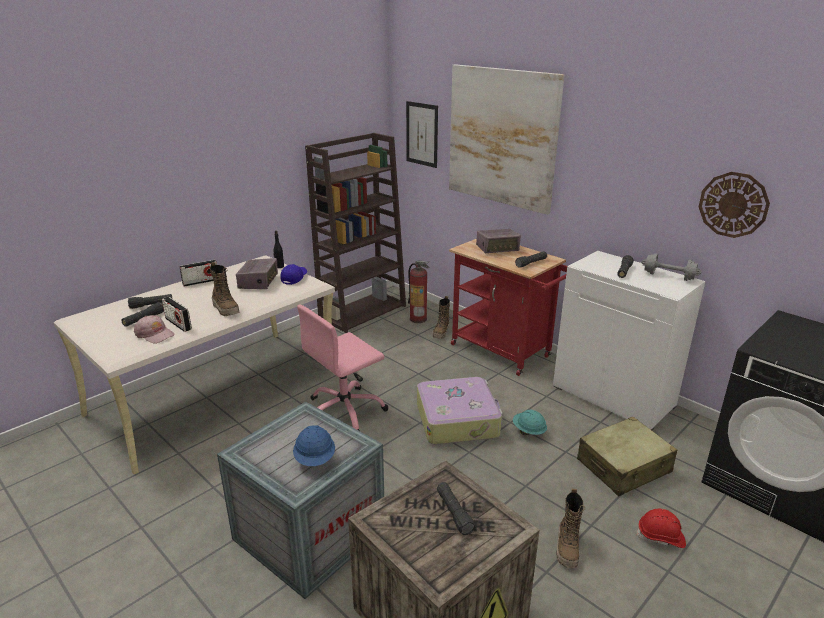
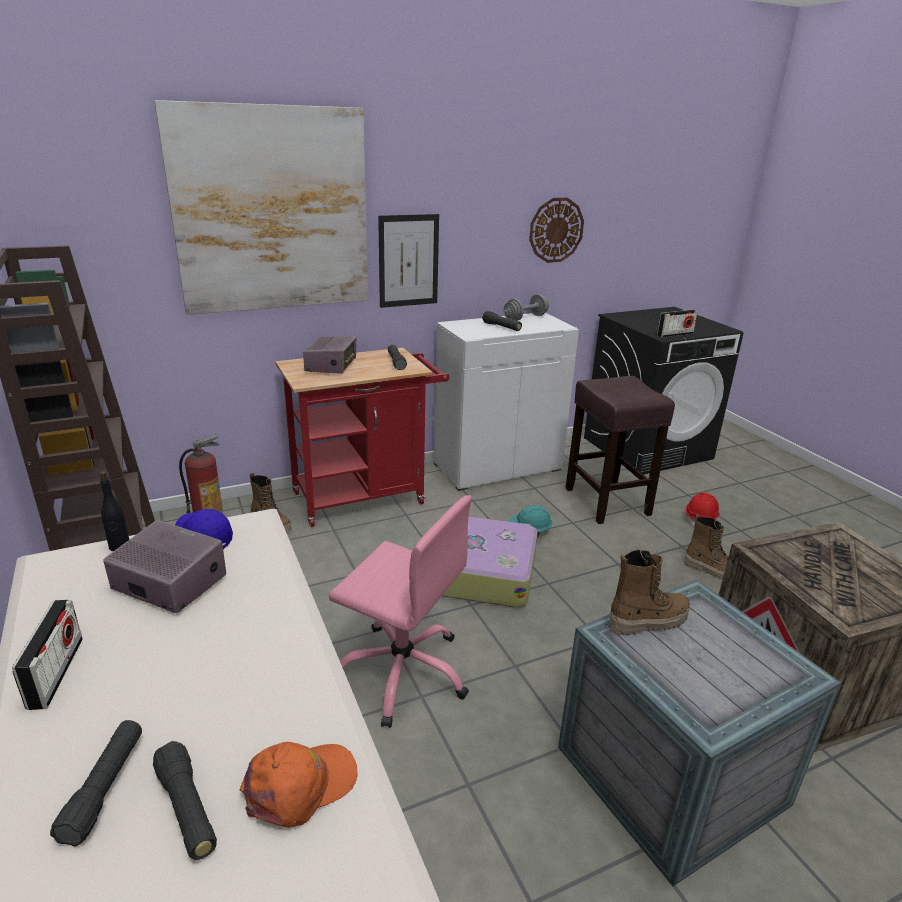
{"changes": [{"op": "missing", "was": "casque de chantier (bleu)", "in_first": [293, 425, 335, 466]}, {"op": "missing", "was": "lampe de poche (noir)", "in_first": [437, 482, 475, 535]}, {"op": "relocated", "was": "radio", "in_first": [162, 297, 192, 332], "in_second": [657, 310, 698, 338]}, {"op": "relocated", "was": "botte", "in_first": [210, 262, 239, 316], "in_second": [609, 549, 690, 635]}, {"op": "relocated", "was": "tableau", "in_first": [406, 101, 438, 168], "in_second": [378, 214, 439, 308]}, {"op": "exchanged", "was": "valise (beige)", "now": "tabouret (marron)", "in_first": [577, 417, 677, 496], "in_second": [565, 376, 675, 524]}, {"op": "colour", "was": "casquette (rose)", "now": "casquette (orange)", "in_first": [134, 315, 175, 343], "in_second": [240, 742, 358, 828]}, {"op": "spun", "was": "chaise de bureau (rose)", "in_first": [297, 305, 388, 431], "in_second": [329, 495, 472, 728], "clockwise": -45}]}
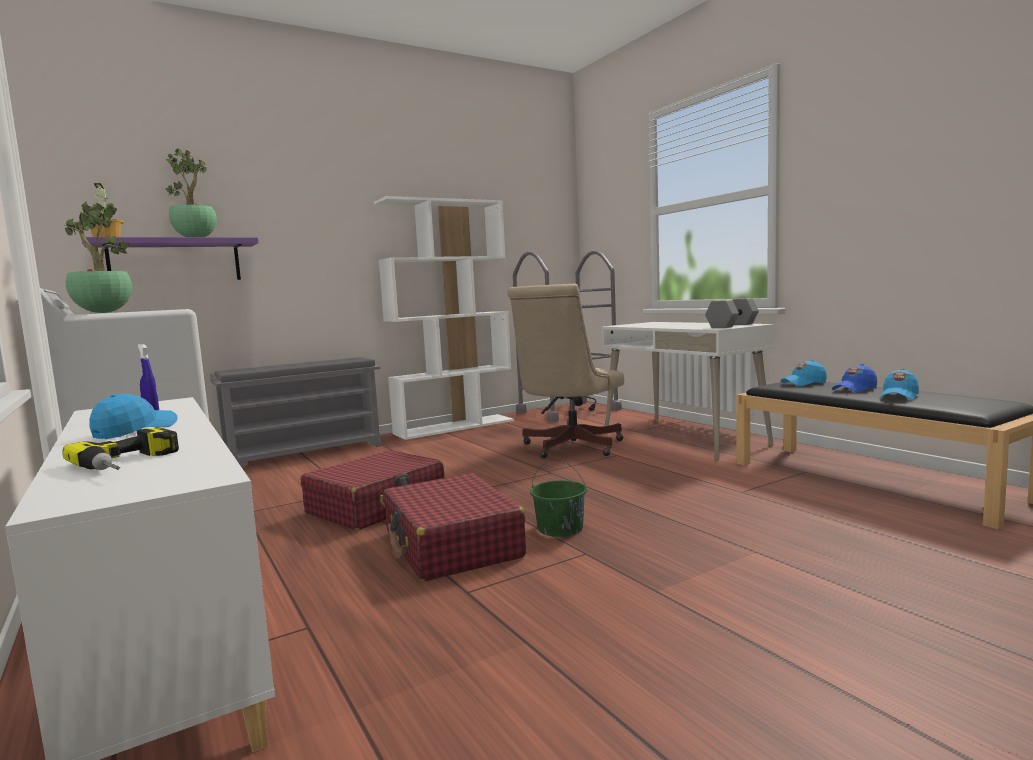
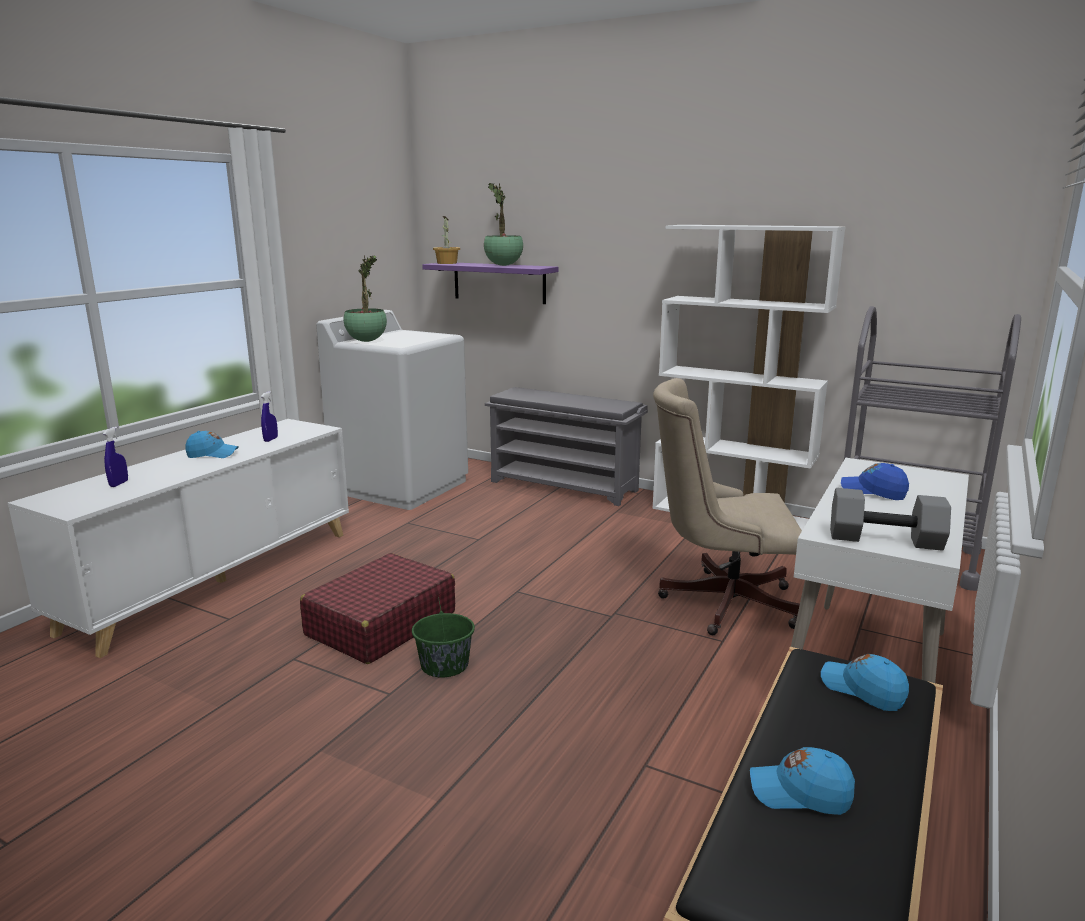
{"changes": [{"op": "missing", "was": "valise (rouge)", "in_first": [301, 450, 445, 530]}, {"op": "relocated", "was": "casquette (bleu)", "in_first": [832, 364, 877, 393], "in_second": [841, 463, 909, 500]}, {"op": "exchanged", "was": "perceuse", "now": "vaporisateur (bleu)", "in_first": [62, 427, 179, 470], "in_second": [103, 427, 128, 487]}]}
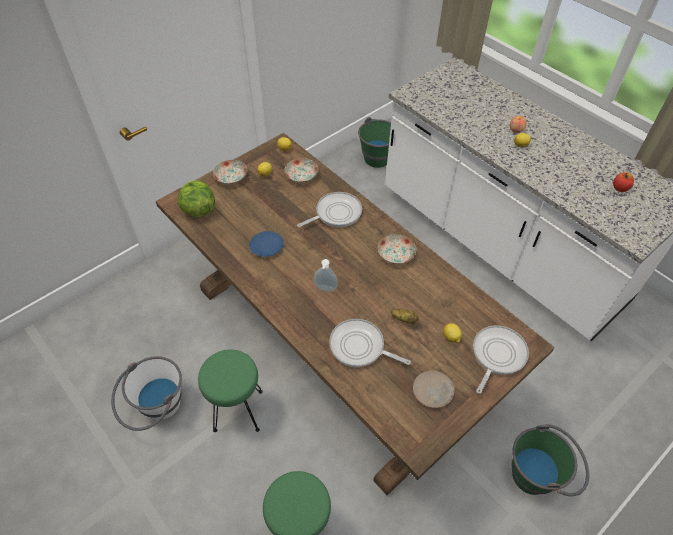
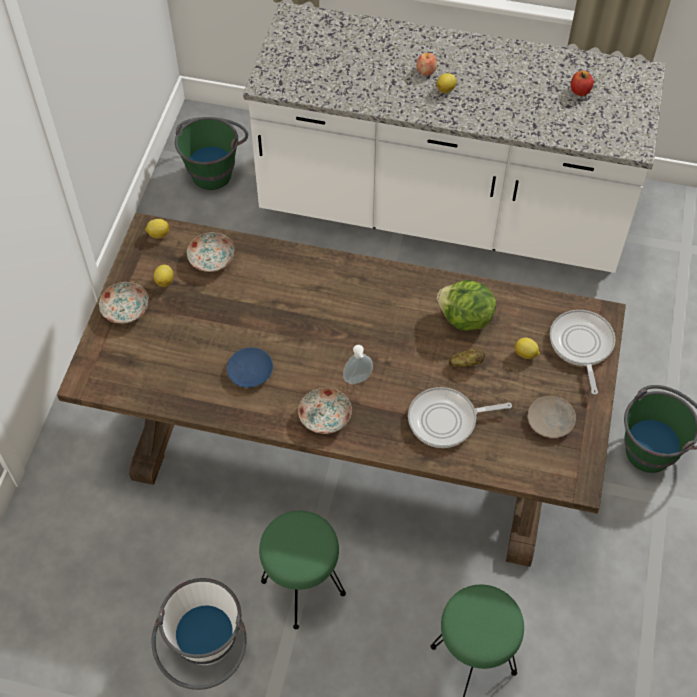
{"changes": [{"op": "missing", "was": "poêle", "in_first": [297, 192, 362, 228]}, {"op": "relocated", "was": "laitue", "in_first": [178, 180, 215, 217], "in_second": [437, 280, 496, 331]}, {"op": "relocated", "was": "assiette", "in_first": [378, 235, 416, 264], "in_second": [298, 388, 352, 434]}]}
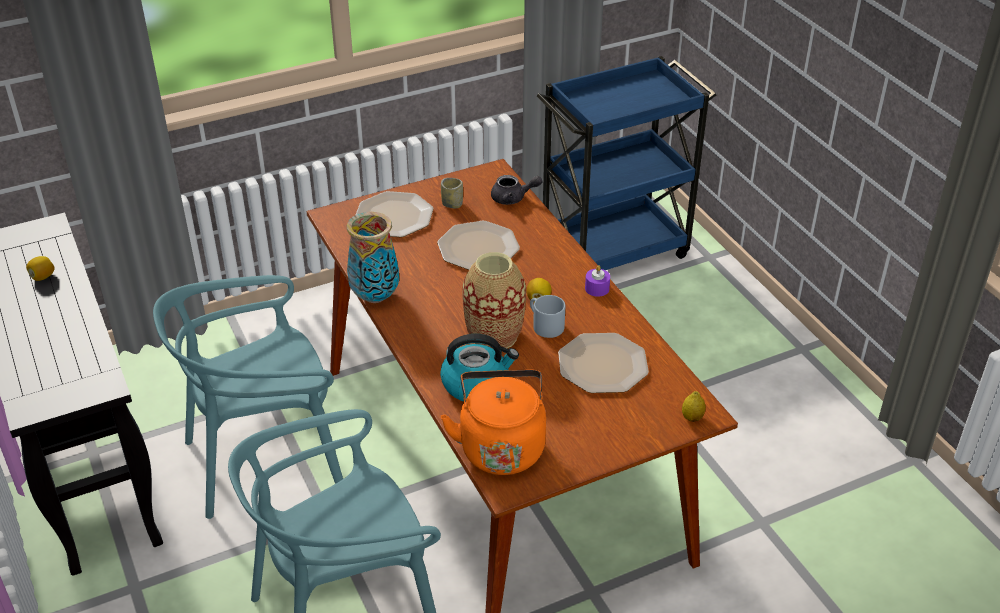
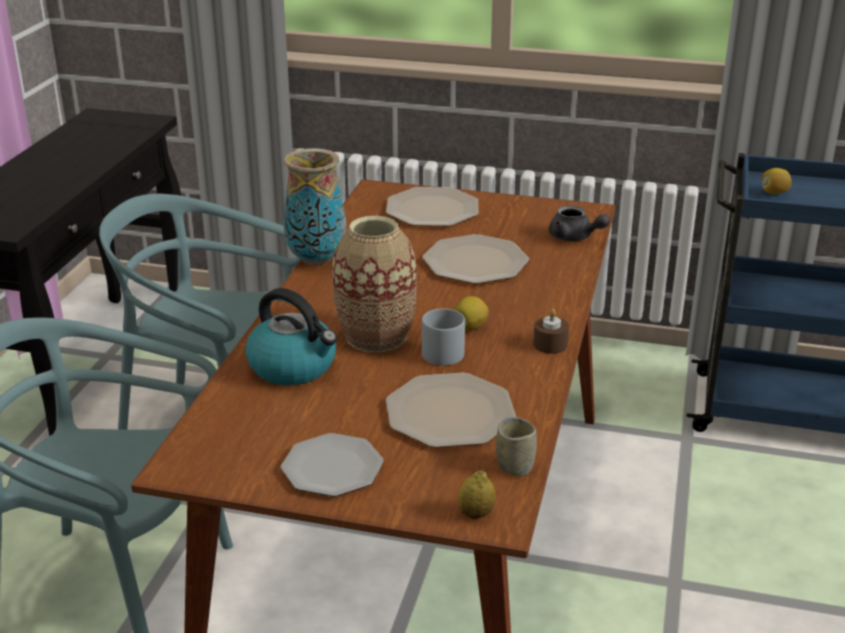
{"changes": [{"op": "missing", "was": "bouilloire (orange)", "in_first": [441, 370, 546, 475]}, {"op": "appeared", "now": "assiette", "in_second": [281, 433, 384, 497]}, {"op": "relocated", "was": "citron", "in_first": [26, 256, 55, 281], "in_second": [762, 168, 792, 194]}, {"op": "relocated", "was": "tasse", "in_first": [441, 178, 463, 208], "in_second": [496, 417, 537, 476]}, {"op": "colour", "was": "bougie (violet)", "now": "bougie (marron)", "in_first": [585, 265, 610, 297], "in_second": [533, 309, 569, 354]}]}
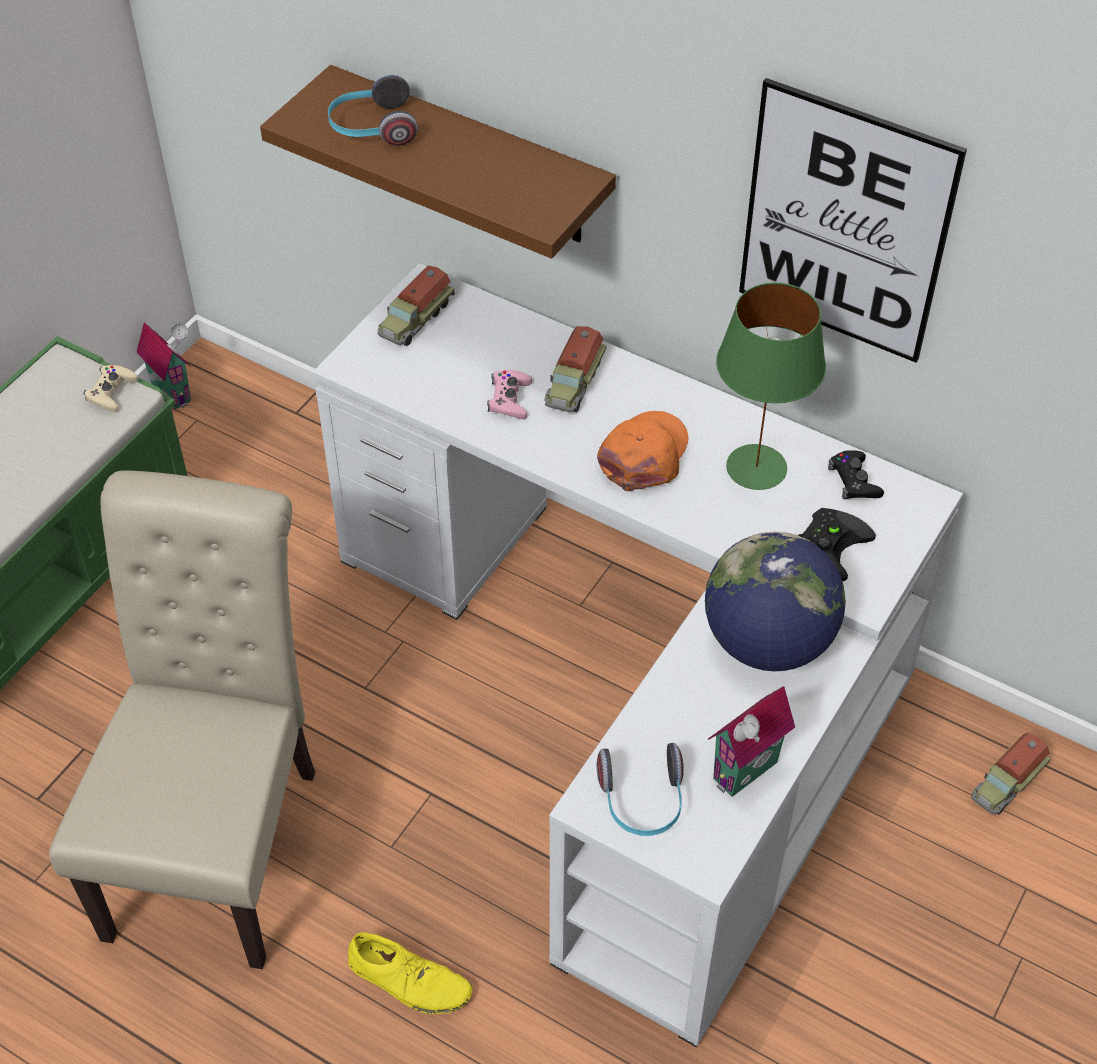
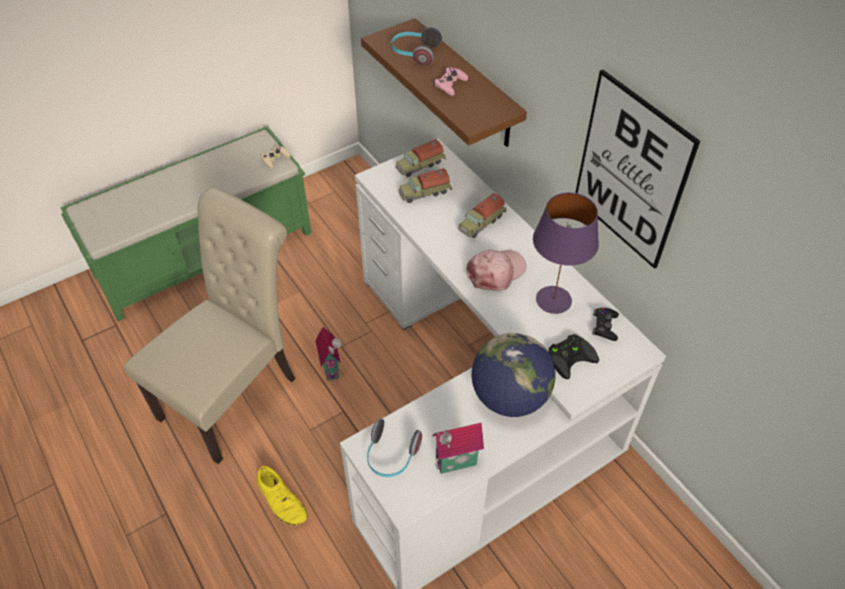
{"changes": [{"op": "relocated", "was": "maison miniature", "in_first": [136, 322, 191, 409], "in_second": [315, 327, 342, 381]}, {"op": "relocated", "was": "manette (rose)", "in_first": [487, 370, 532, 419], "in_second": [434, 67, 468, 96]}, {"op": "relocated", "was": "camion jouet", "in_first": [971, 732, 1051, 815], "in_second": [398, 168, 452, 203]}, {"op": "colour", "was": "casquette (orange)", "now": "casquette (rose)", "in_first": [597, 411, 688, 492], "in_second": [467, 249, 527, 291]}, {"op": "colour", "was": "lampe de table (vert)", "now": "lampe de table (violet)", "in_first": [716, 282, 826, 490], "in_second": [533, 193, 599, 314]}]}
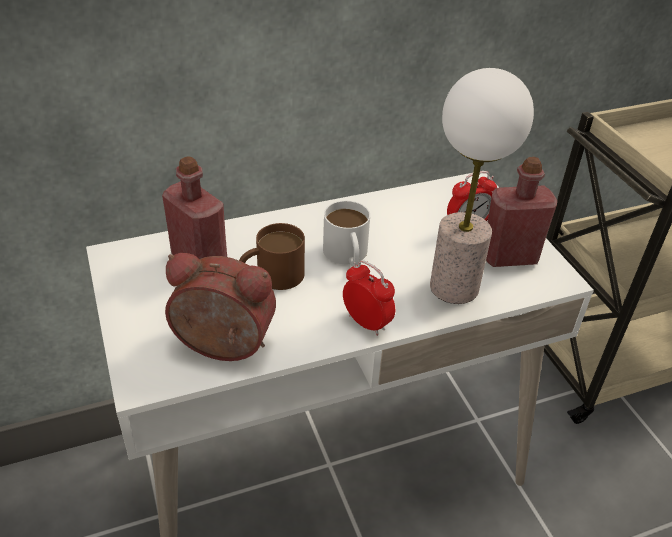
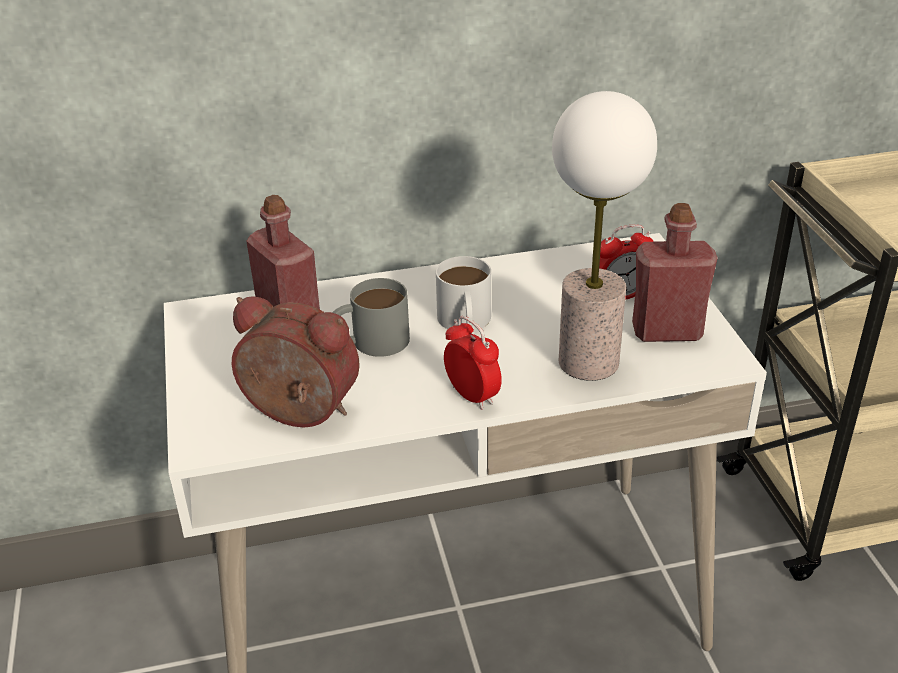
{"changes": [{"op": "colour", "was": "mug (marron)", "now": "mug (gris)", "in_first": [239, 223, 305, 290], "in_second": [332, 278, 410, 357]}]}
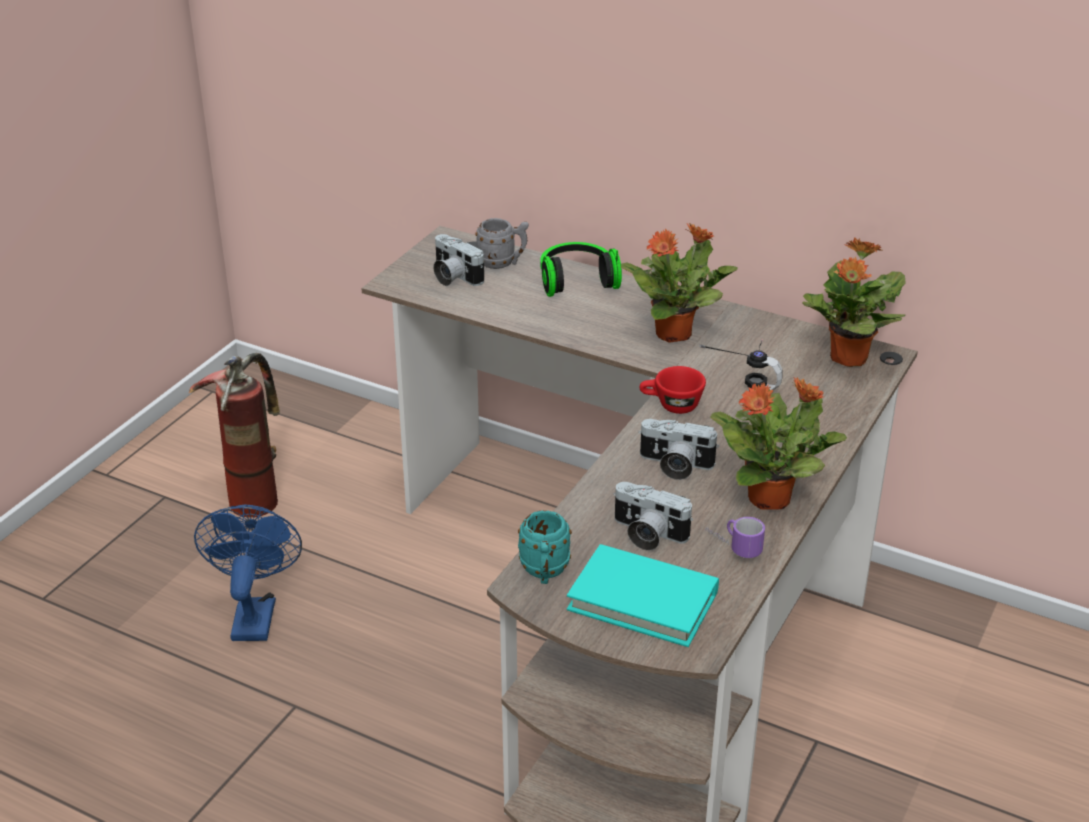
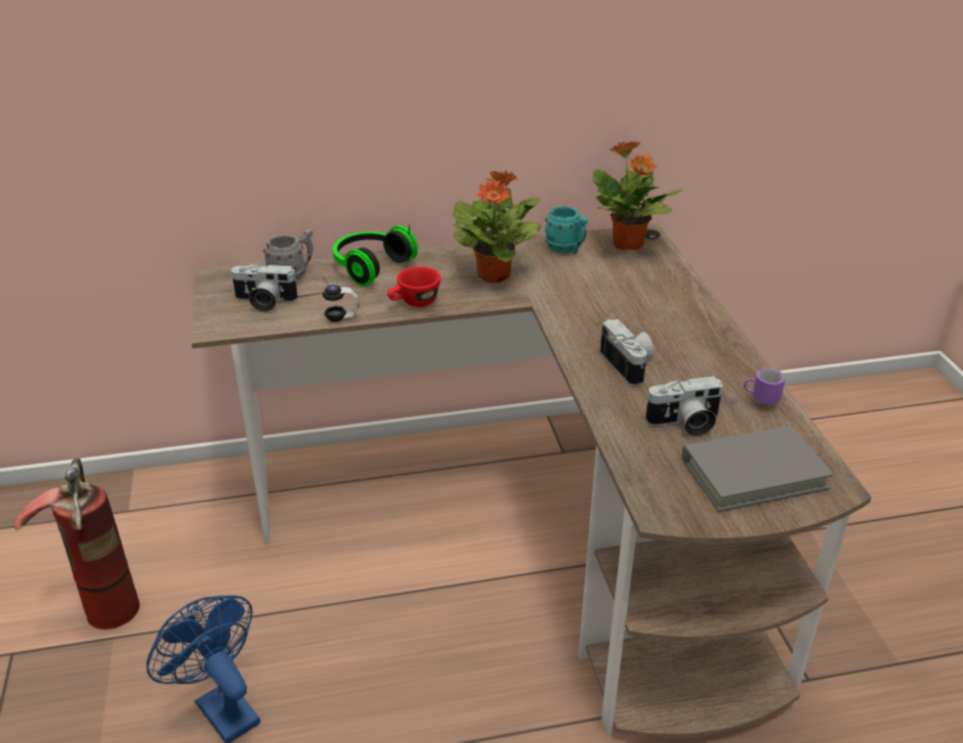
{"changes": [{"op": "missing", "was": "plante en pot", "in_first": [710, 378, 847, 510]}, {"op": "relocated", "was": "mug (turquoise)", "in_first": [518, 510, 572, 584], "in_second": [545, 206, 588, 255]}, {"op": "relocated", "was": "tasse (rouge)", "in_first": [639, 366, 706, 414], "in_second": [387, 266, 441, 307]}, {"op": "relocated", "was": "casque audio", "in_first": [699, 340, 783, 390], "in_second": [278, 277, 360, 322]}, {"op": "colour", "was": "livre (turquoise)", "now": "livre (gris)", "in_first": [567, 544, 719, 647], "in_second": [682, 426, 834, 512]}, {"op": "spun", "was": "appareil photo", "in_first": [638, 419, 719, 480], "in_second": [600, 319, 654, 386], "clockwise": -90}]}
